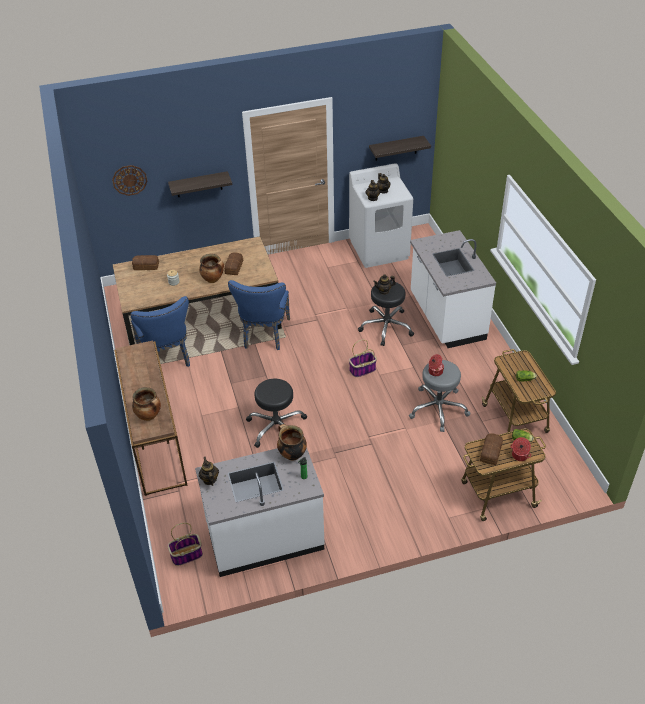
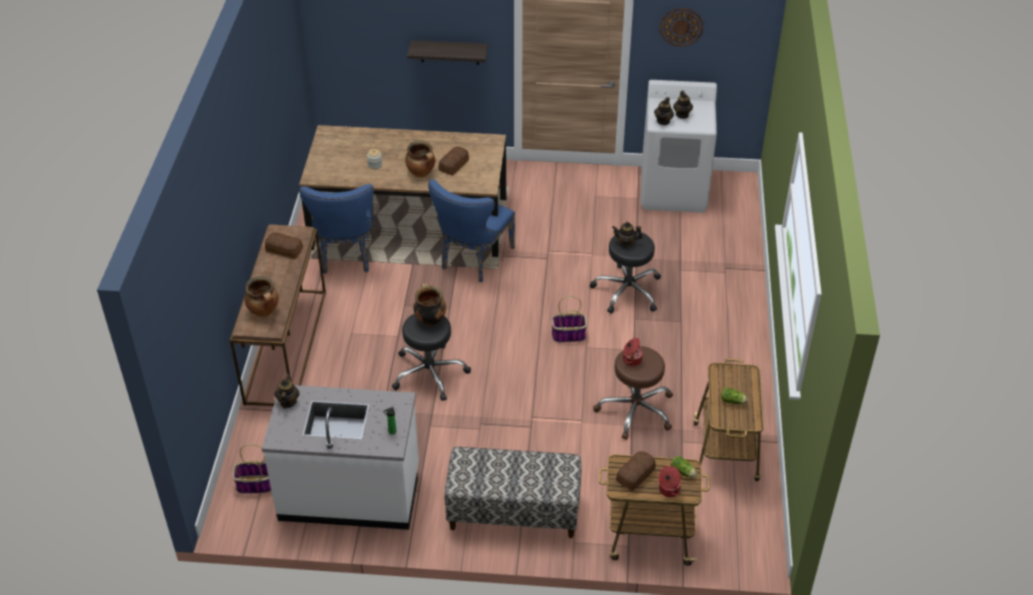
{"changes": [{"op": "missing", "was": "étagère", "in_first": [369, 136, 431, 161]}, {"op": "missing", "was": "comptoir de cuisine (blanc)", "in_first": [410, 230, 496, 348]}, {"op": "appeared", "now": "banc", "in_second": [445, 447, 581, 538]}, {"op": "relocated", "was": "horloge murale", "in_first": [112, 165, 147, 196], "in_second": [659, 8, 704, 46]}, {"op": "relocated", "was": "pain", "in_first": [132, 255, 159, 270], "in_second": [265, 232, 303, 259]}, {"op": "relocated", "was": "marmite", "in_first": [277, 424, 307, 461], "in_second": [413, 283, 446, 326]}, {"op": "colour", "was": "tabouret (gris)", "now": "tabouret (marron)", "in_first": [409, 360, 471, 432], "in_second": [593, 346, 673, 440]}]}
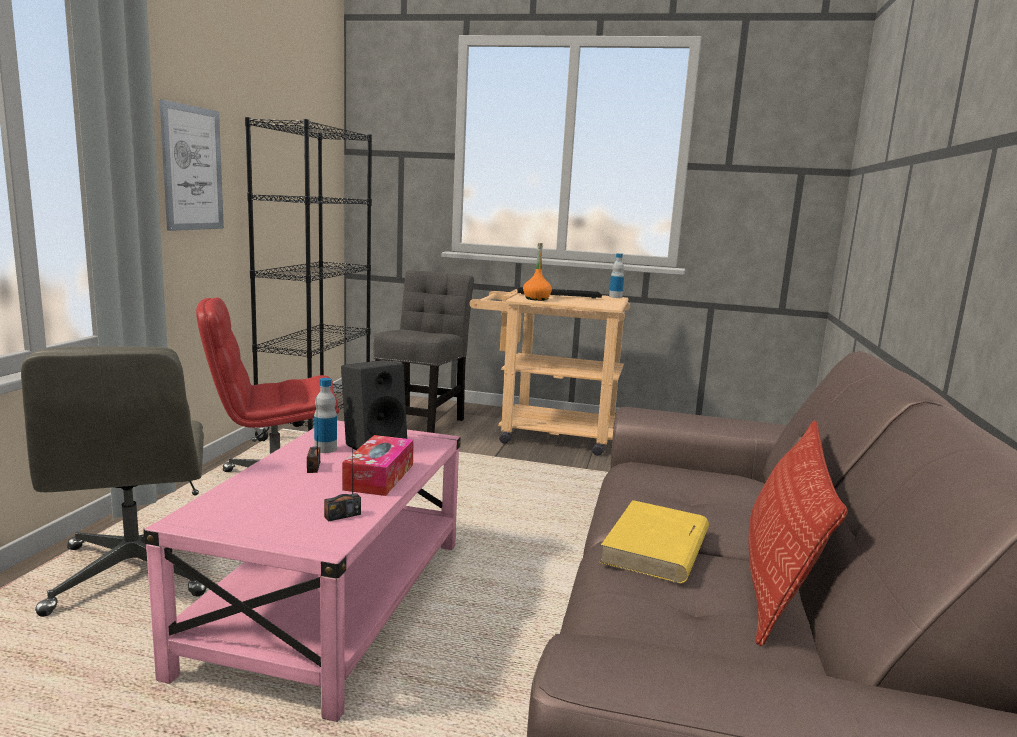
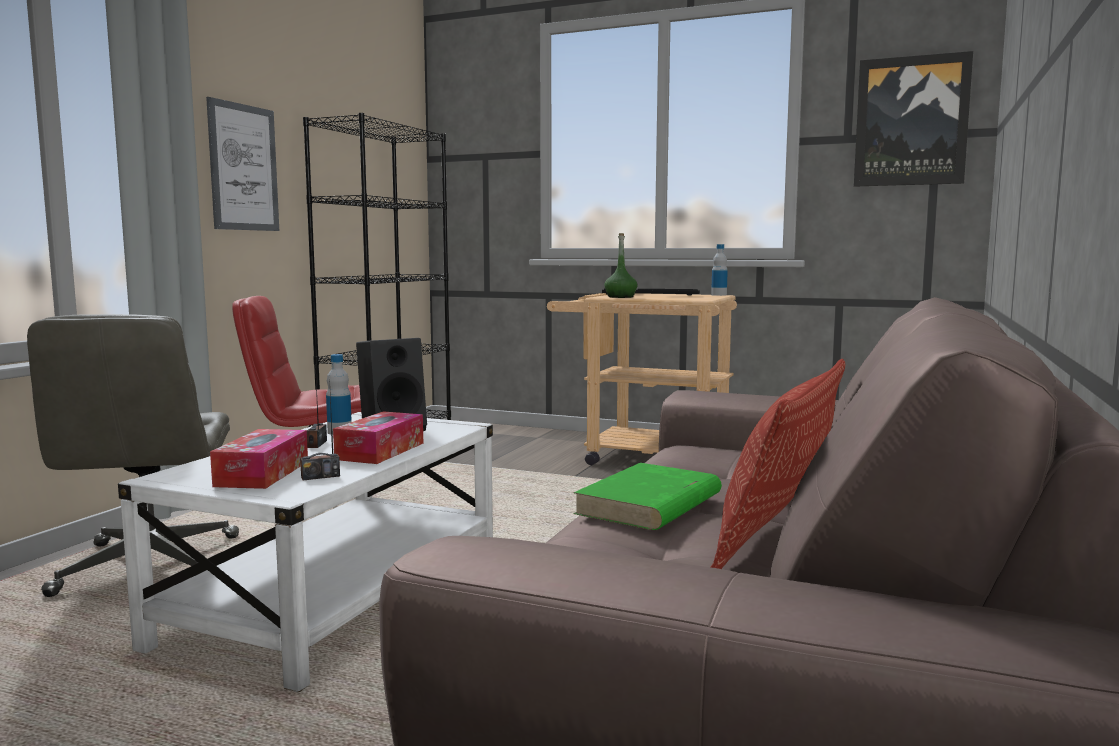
{"changes": [{"op": "missing", "was": "chaise (gris)", "in_first": [373, 270, 474, 433]}, {"op": "appeared", "now": "boîte à mouchoirs", "in_second": [210, 429, 308, 489]}, {"op": "appeared", "now": "tableau", "in_second": [854, 51, 973, 187]}, {"op": "colour", "was": "table basse (rose)", "now": "table basse (blanc)", "in_first": [143, 421, 461, 722], "in_second": [118, 412, 493, 692]}, {"op": "colour", "was": "bouteille (orange)", "now": "bouteille (vert)", "in_first": [523, 243, 552, 301], "in_second": [604, 233, 637, 298]}, {"op": "colour", "was": "livre (jaune)", "now": "livre (vert)", "in_first": [599, 500, 709, 583], "in_second": [573, 463, 722, 530]}]}
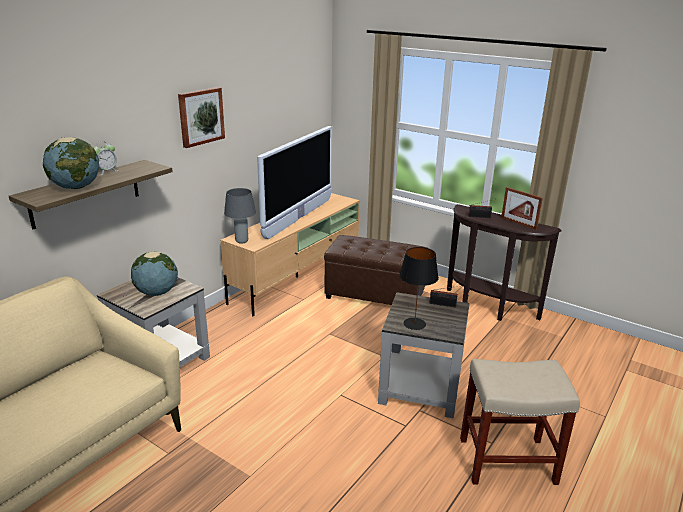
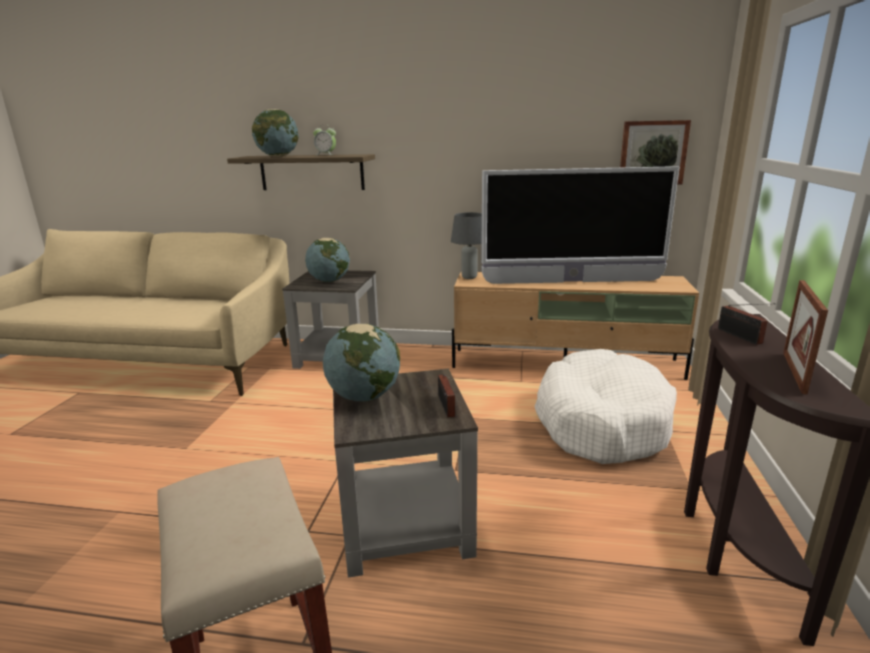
{"changes": [{"op": "relocated", "was": "tableau", "in_first": [178, 87, 225, 148], "in_second": [620, 120, 691, 185]}, {"op": "exchanged", "was": "pouf (marron)", "now": "panier pour chien (blanc)", "in_first": [324, 235, 427, 305], "in_second": [534, 349, 677, 464]}, {"op": "exchanged", "was": "lampe de table (noir)", "now": "globe", "in_first": [399, 247, 439, 330], "in_second": [323, 324, 400, 402]}]}
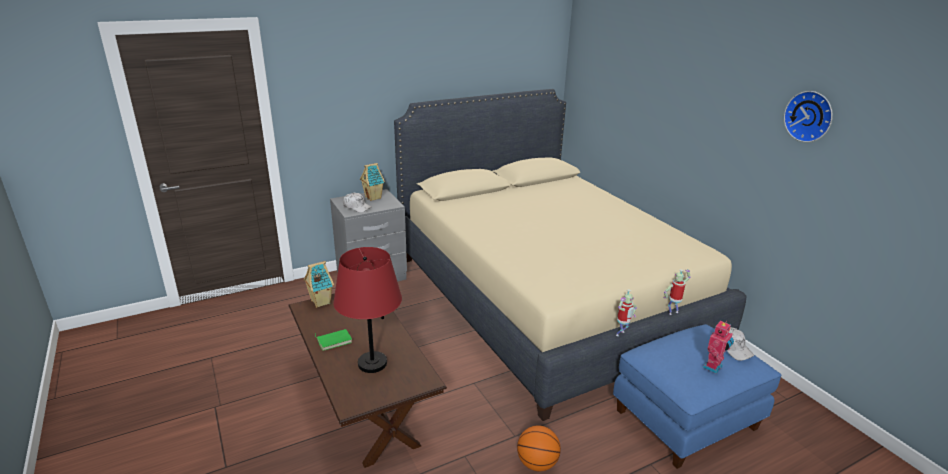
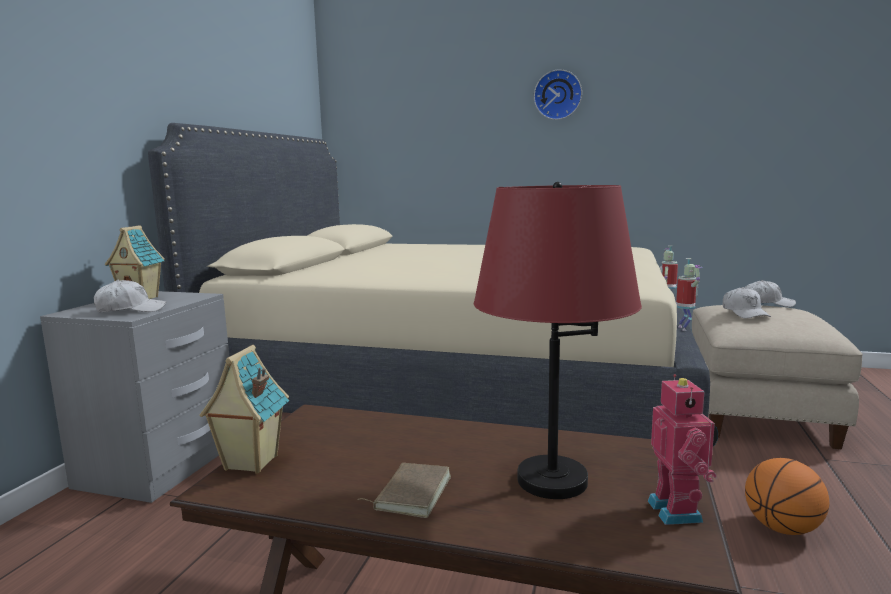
{"changes": [{"op": "appeared", "now": "casquette (blanc)", "in_second": [723, 287, 771, 318]}, {"op": "relocated", "was": "robot jouet", "in_first": [703, 321, 734, 374], "in_second": [648, 374, 718, 525]}, {"op": "relocated", "was": "horloge murale", "in_first": [784, 91, 833, 142], "in_second": [534, 69, 582, 120]}, {"op": "colour", "was": "livre (vert)", "now": "livre (marron)", "in_first": [315, 329, 352, 351], "in_second": [357, 463, 451, 518]}, {"op": "colour", "was": "pouf (bleu)", "now": "pouf (beige)", "in_first": [613, 324, 781, 469], "in_second": [692, 305, 863, 449]}]}
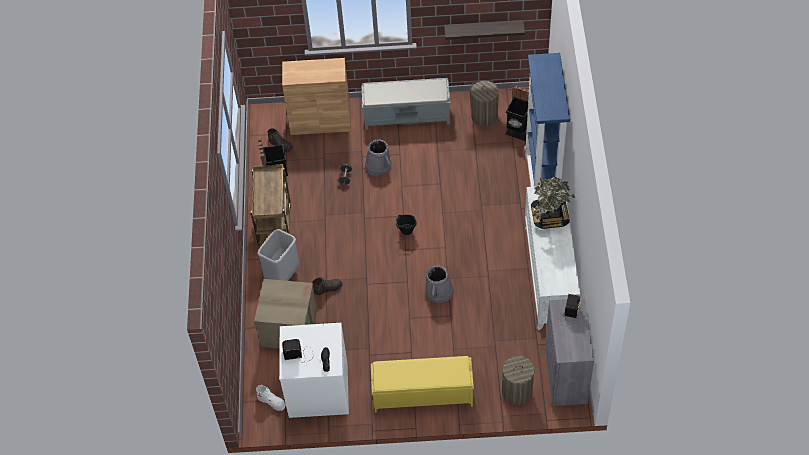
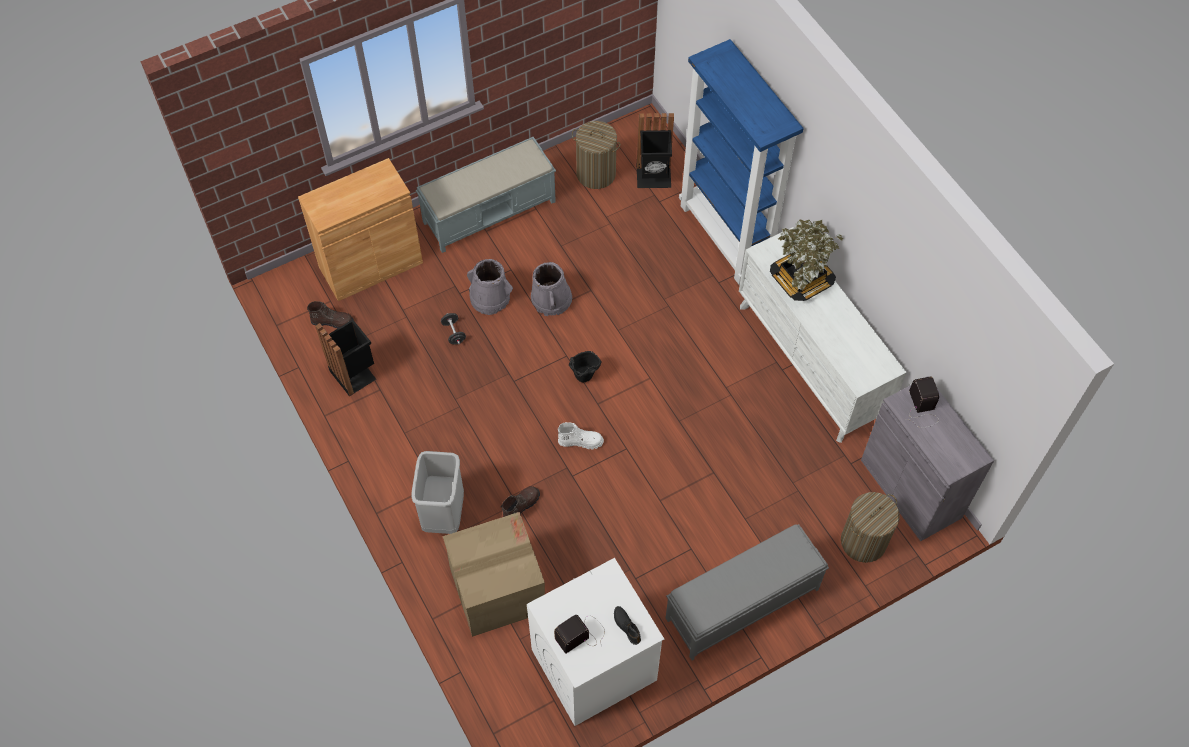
{"changes": [{"op": "missing", "was": "chariot (marron)", "in_first": [251, 164, 291, 248]}, {"op": "missing", "was": "étagère", "in_first": [444, 20, 525, 40]}, {"op": "relocated", "was": "botte (blanc)", "in_first": [256, 385, 286, 411], "in_second": [558, 422, 604, 450]}, {"op": "relocated", "was": "seau (gris)", "in_first": [425, 266, 454, 303], "in_second": [531, 262, 572, 316]}, {"op": "colour", "was": "banc (jaune)", "now": "banc (gris)", "in_first": [371, 356, 474, 412], "in_second": [666, 524, 829, 661]}]}
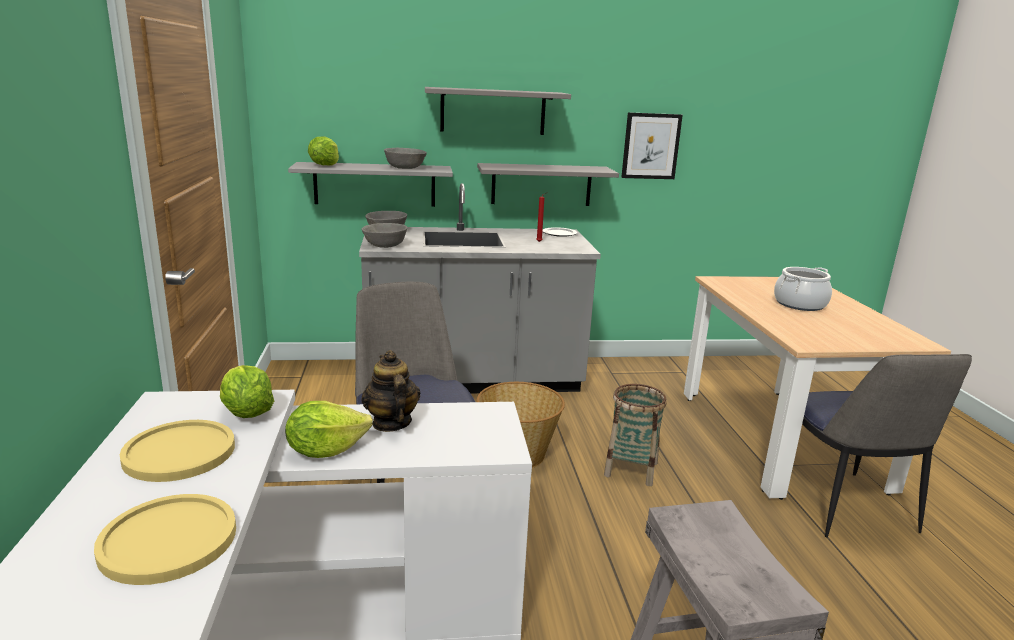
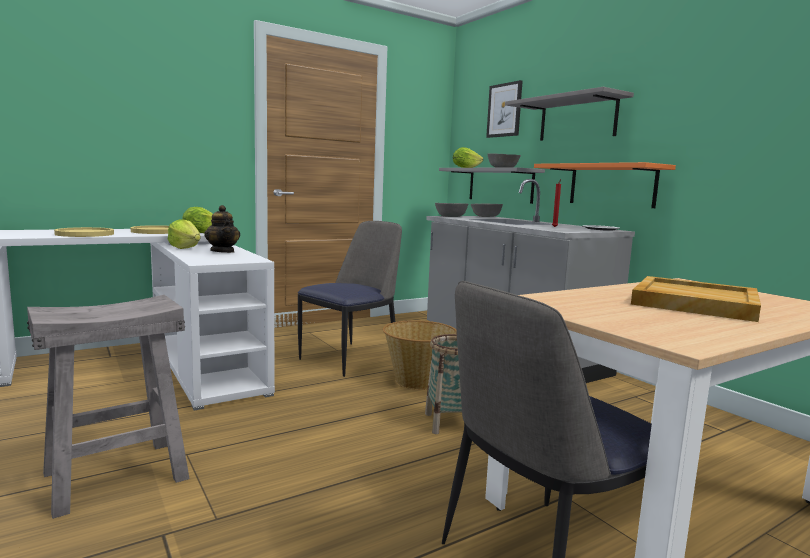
{"changes": [{"op": "relocated", "was": "tableau", "in_first": [621, 112, 683, 179], "in_second": [486, 80, 523, 138]}, {"op": "exchanged", "was": "marmite", "now": "plateau (beige)", "in_first": [774, 267, 832, 311], "in_second": [631, 276, 761, 322]}, {"op": "colour", "was": "étagère (gris)", "now": "étagère (orange)", "in_first": [477, 163, 619, 206], "in_second": [534, 162, 676, 208]}, {"op": "spun", "was": "théière", "in_first": [361, 350, 420, 432], "in_second": [204, 205, 240, 253], "clockwise": 105}]}
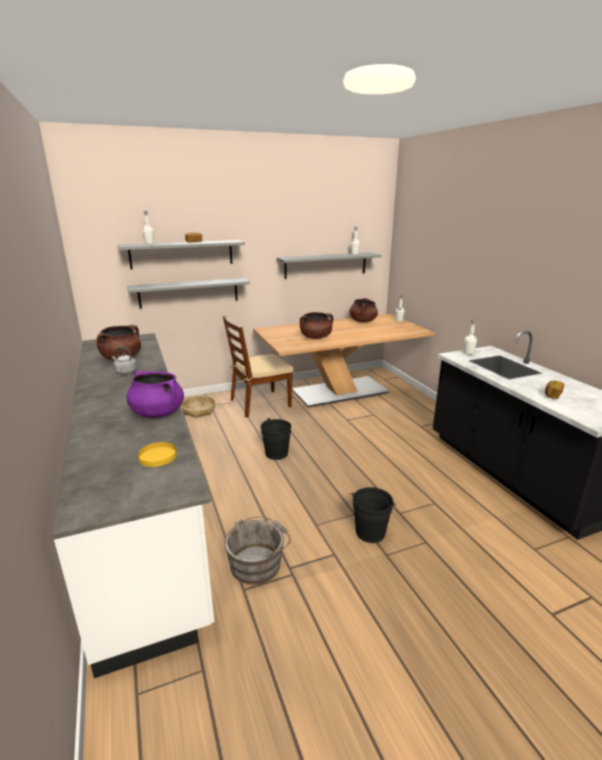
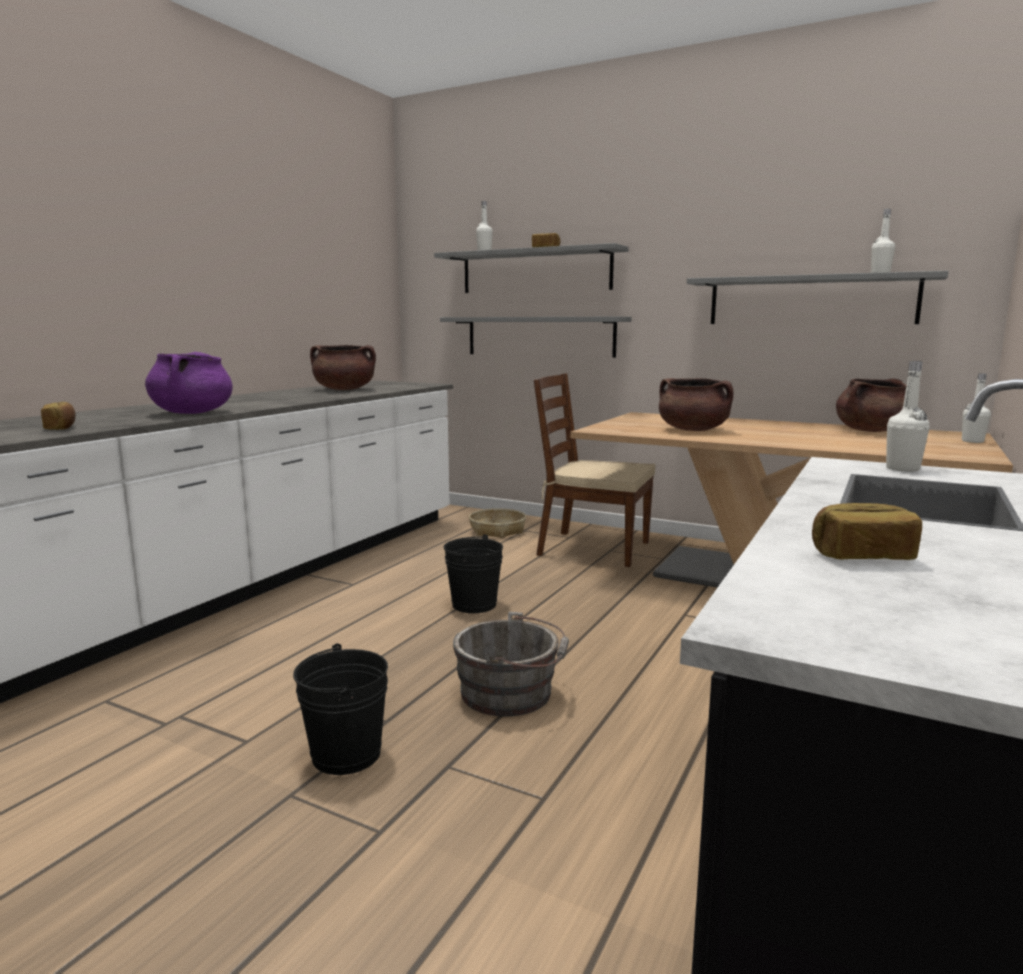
{"changes": [{"op": "missing", "was": "bouilloire (gris)", "in_first": [112, 347, 137, 374]}, {"op": "relocated", "was": "seau (gris)", "in_first": [225, 516, 291, 584], "in_second": [453, 612, 569, 716]}, {"op": "exchanged", "was": "assiette (jaune)", "now": "pain", "in_first": [138, 442, 177, 467], "in_second": [41, 402, 75, 430]}]}
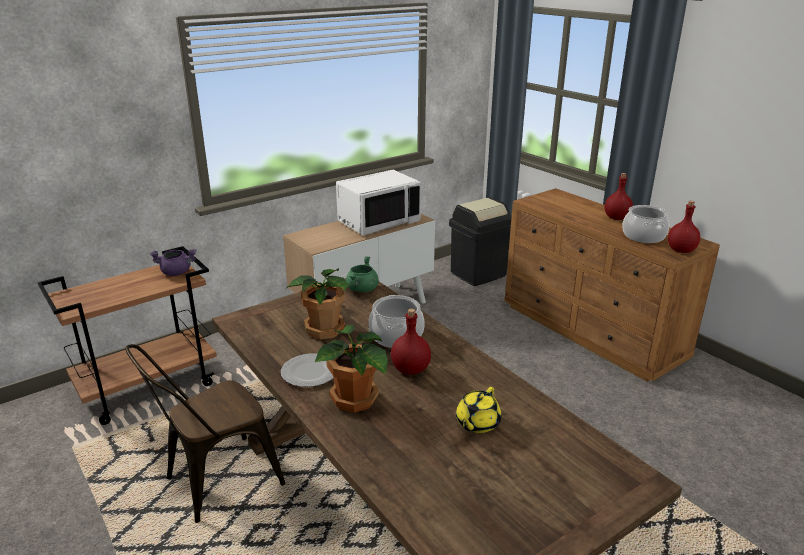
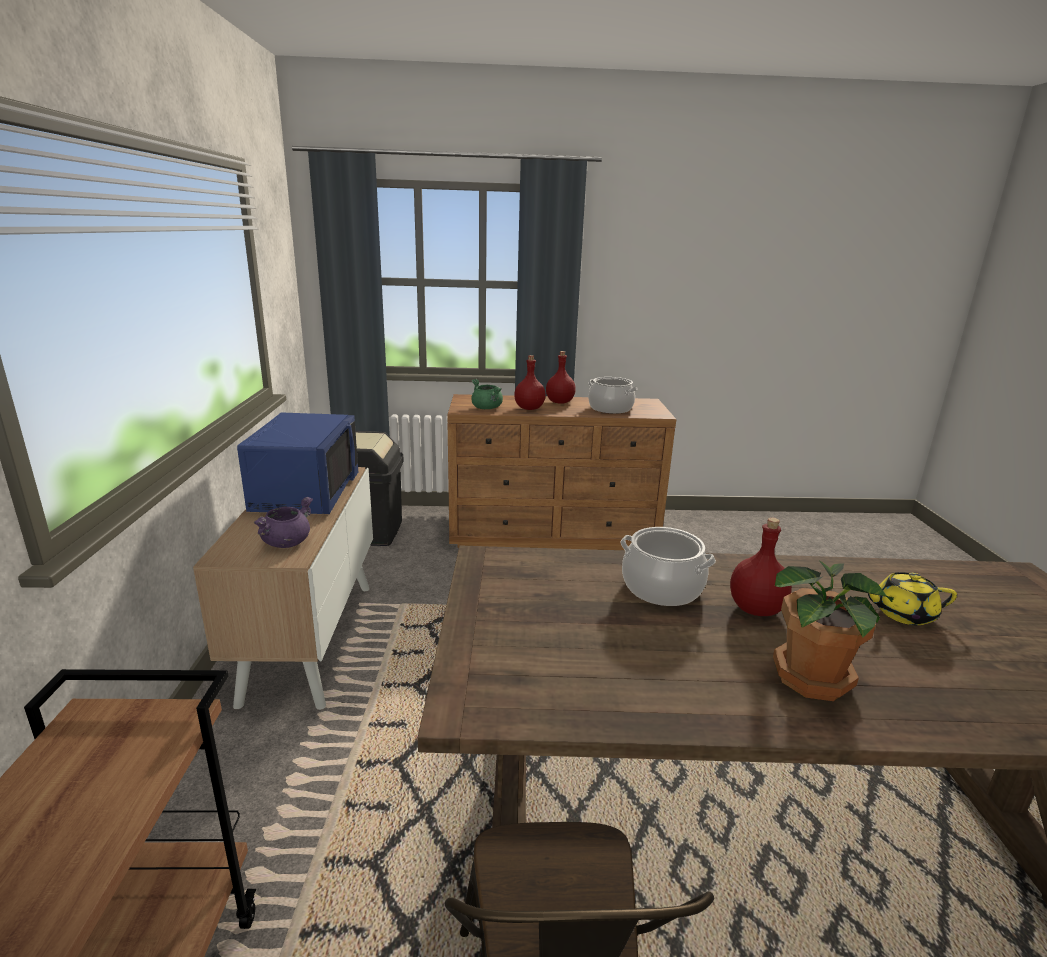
{"changes": [{"op": "missing", "was": "assiette", "in_first": [281, 353, 333, 387]}, {"op": "missing", "was": "plante en pot", "in_first": [286, 268, 350, 340]}, {"op": "relocated", "was": "marmite (violet)", "in_first": [150, 249, 196, 276], "in_second": [254, 497, 313, 548]}, {"op": "relocated", "was": "marmite (vert)", "in_first": [346, 256, 379, 292], "in_second": [471, 379, 503, 409]}, {"op": "relocated", "was": "bouteille (rouge)", "in_first": [668, 201, 700, 253], "in_second": [514, 355, 546, 410]}, {"op": "colour", "was": "micro-ondes (blanc)", "now": "micro-ondes (bleu)", "in_first": [336, 170, 421, 236], "in_second": [237, 412, 358, 514]}, {"op": "spun", "was": "théière (jaune)", "in_first": [456, 387, 501, 433], "in_second": [868, 572, 957, 625], "clockwise": 120}]}
